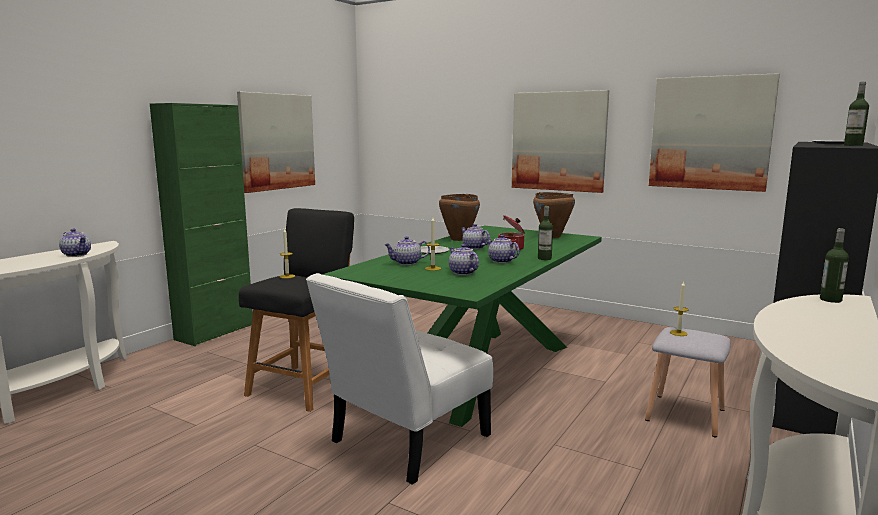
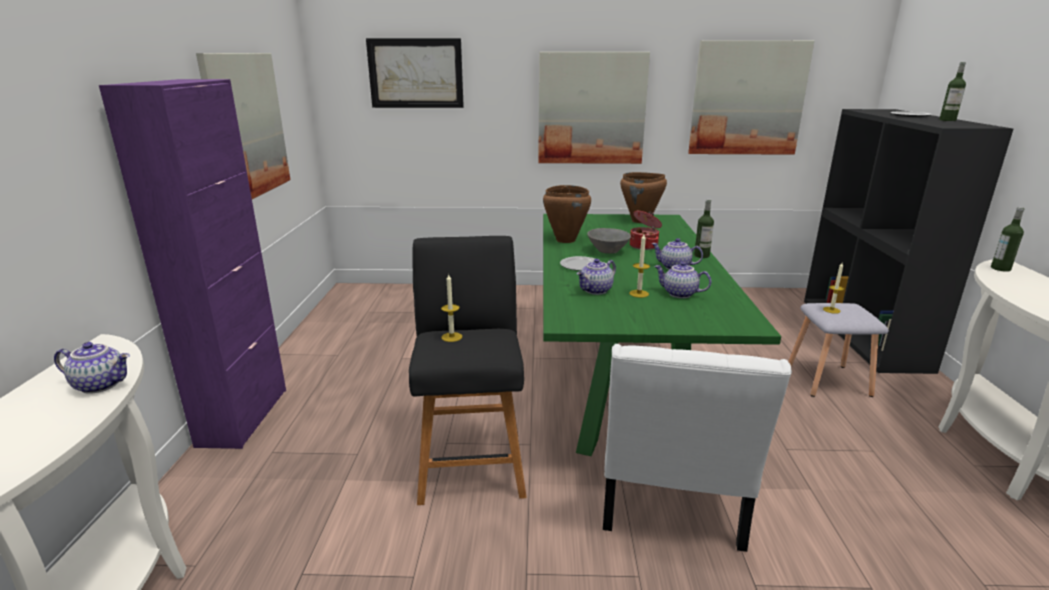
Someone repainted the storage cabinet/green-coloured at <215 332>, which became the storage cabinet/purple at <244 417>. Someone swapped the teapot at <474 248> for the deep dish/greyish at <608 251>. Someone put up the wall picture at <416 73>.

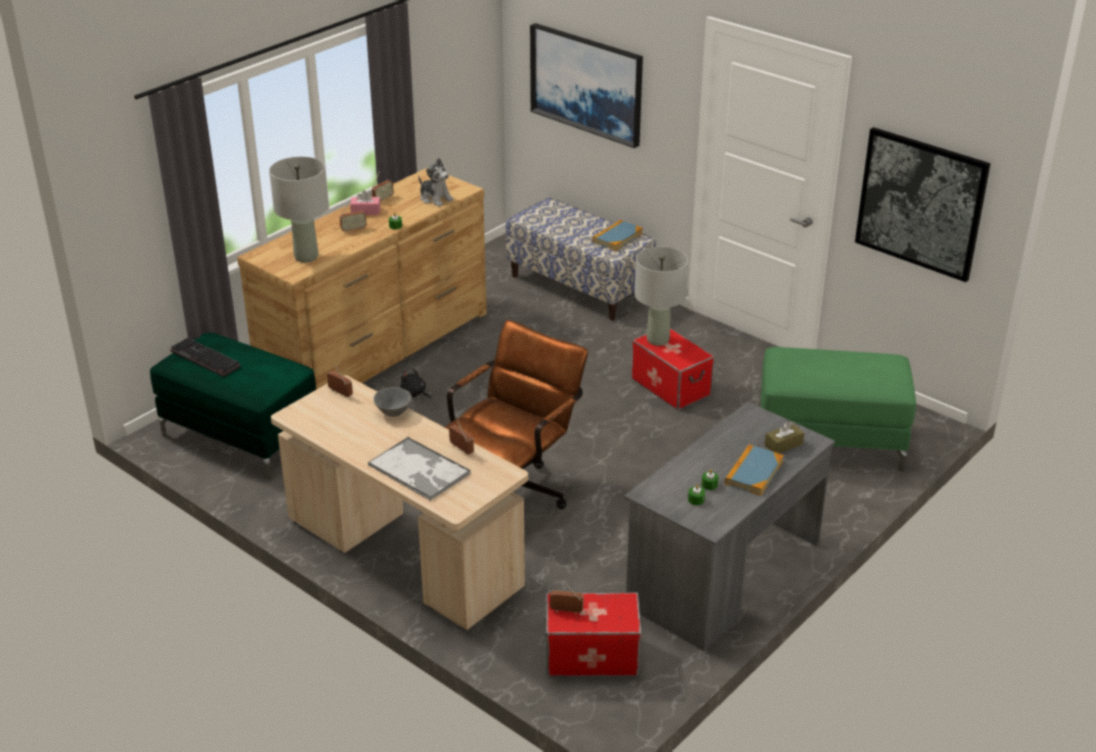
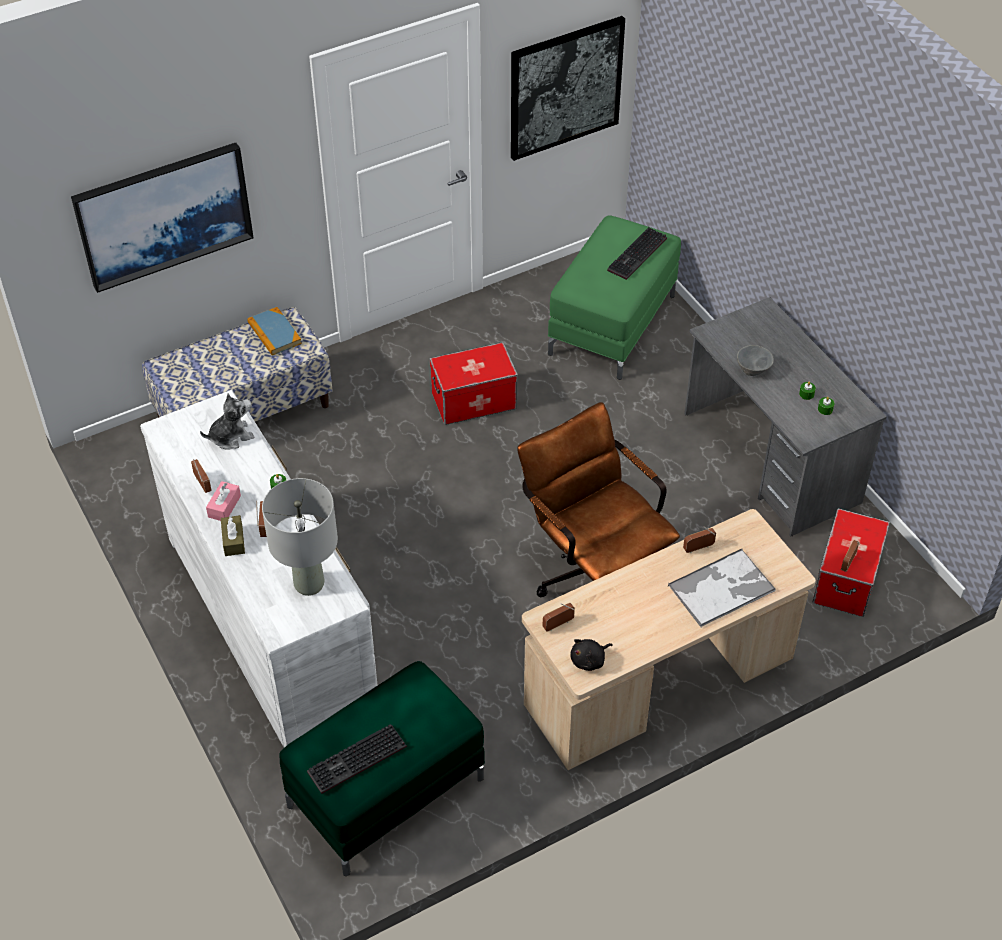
Someone repainted the drawer chest/brown at <377 349>, which became the drawer chest/white at <271 624>. Someone took away the tabletop lamp/greyish at <658 339>. Someone carried the cuddly toy/blackish from <414 394> to <589 660>. Someone carried the deep dish/greyish from <393 413> to <753 370>. Someone carried the box of tissues/brown from <783 445> to <233 540>. Someone took away the bound book at <753 472>. Someone put down the PC keyboard at <637 256>.

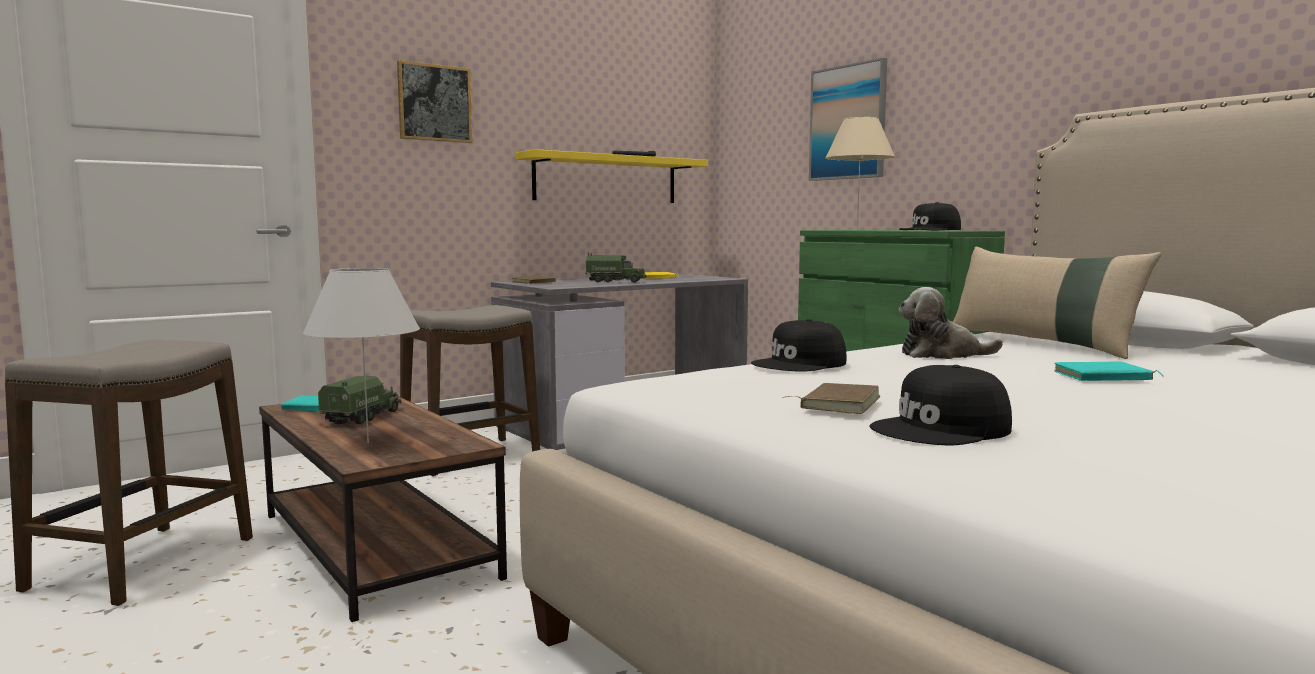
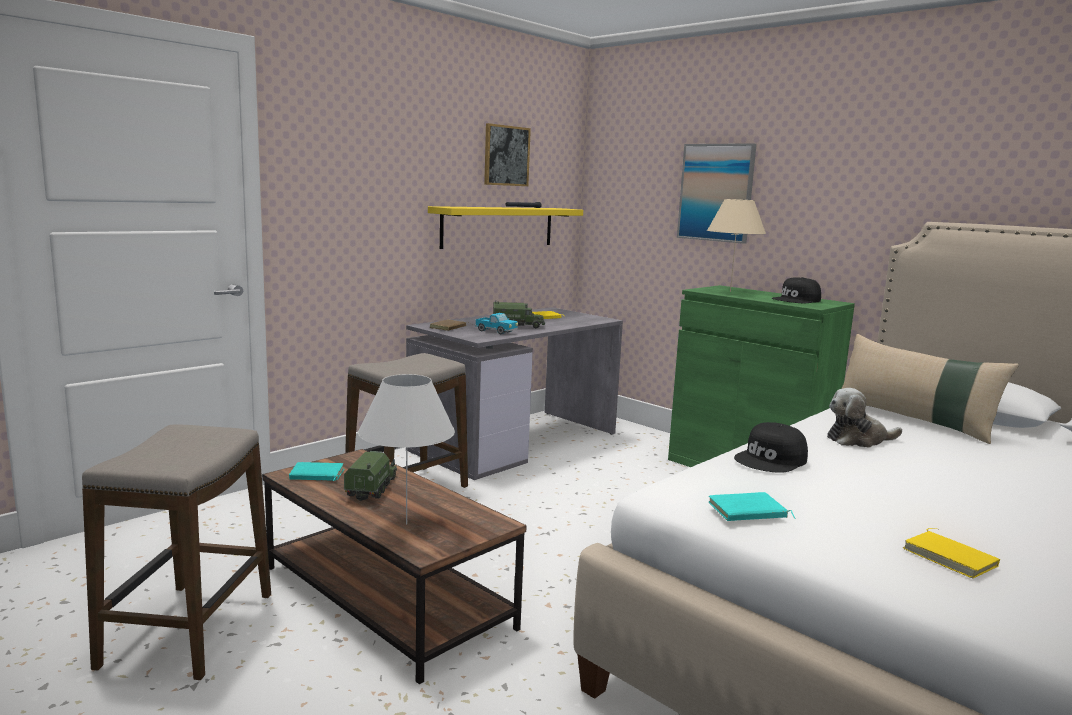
Someone carried the wall picture from <434 103> to <506 155>. Someone carried the bound book/turquoise-coloured from <1103 377> to <748 512>. Someone swapped the baseball cap/blackish at <942 429> for the bound book/yellow at <951 558>. Someone took away the bound book/brown at <837 403>. Someone put down the model truck at <496 331>.

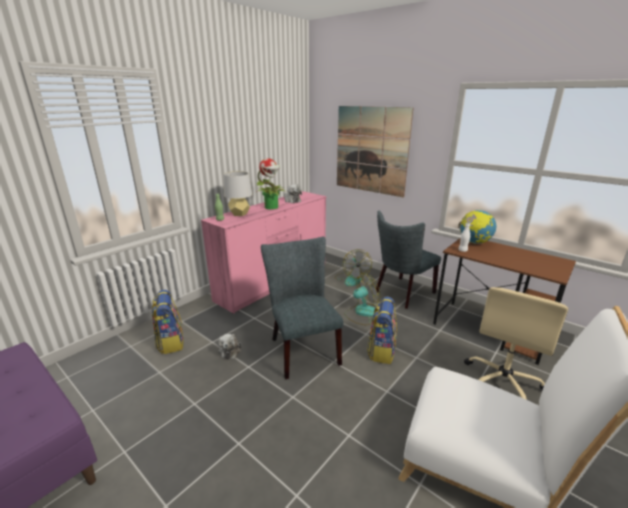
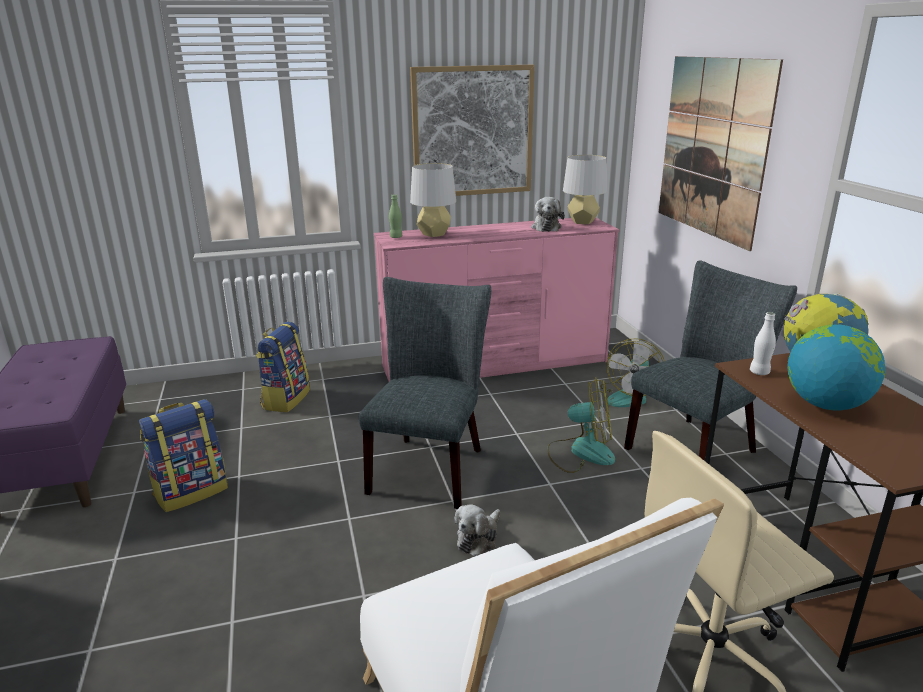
Someone took away the plant in a pot at <272 207>. Someone rotated the upright chair/greyish at <401 294> by 150 degrees clockwise. Someone carried the rucksack from <381 351> to <191 491>. Someone carried the cuddly toy from <230 350> to <478 538>. Someone put up the wall picture at <472 131>. Someone put down the tabletop lamp/greyish at <582 222>. Someone put down the globe at <826 404>.

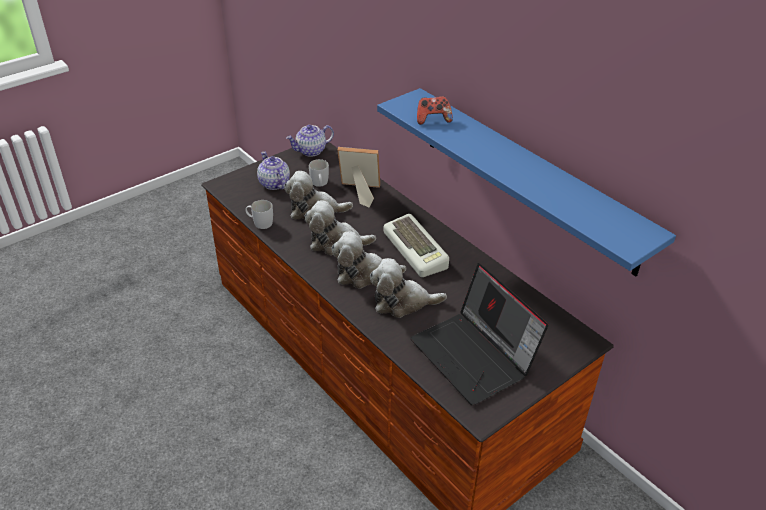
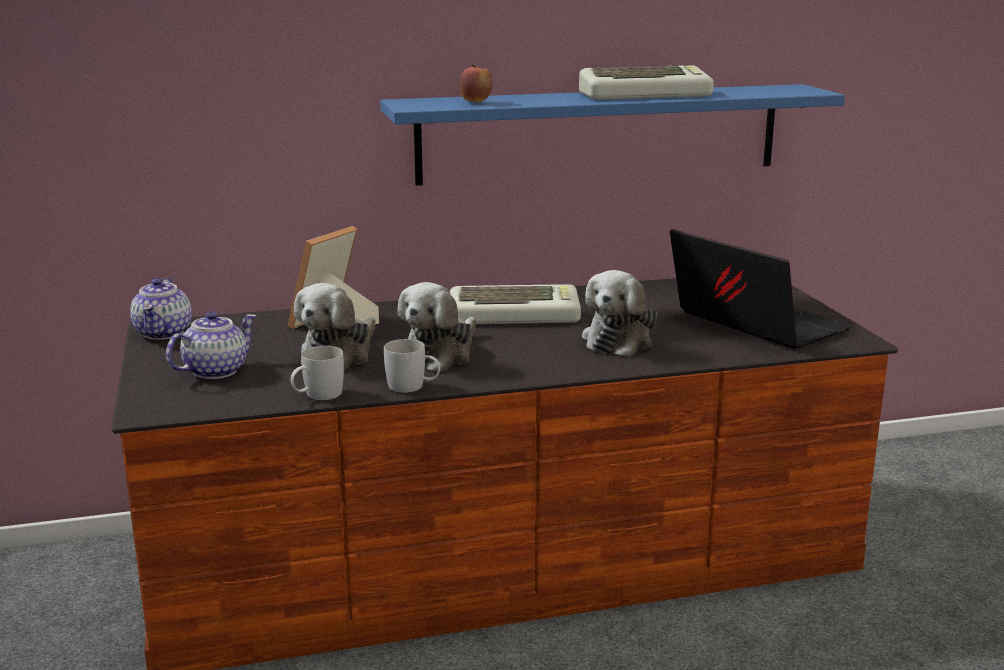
Someone swapped the gamepad at <433 119> for the apple fruit at <476 102>. Someone rotated the teapot at <273 183> by 135 degrees clockwise. Someone carried the mug/white from <319 184> to <413 387>. Someone took away the cuddly toy at <364 274>. Someone rotated the portable computer at <475 356> by 120 degrees counterclockwise. Someone put down the PC keyboard at <645 94>.

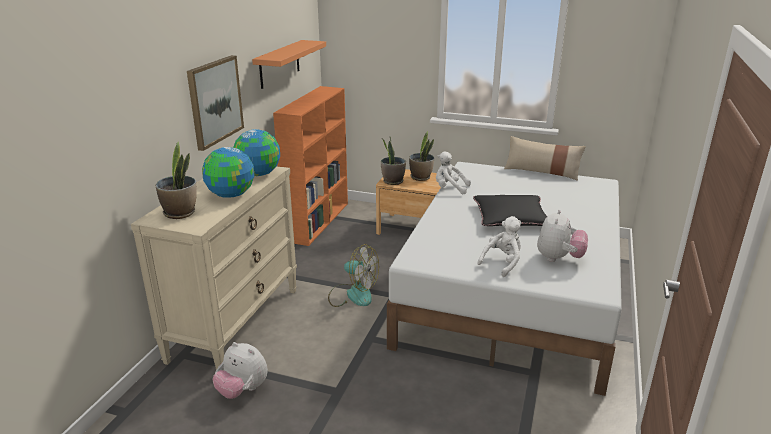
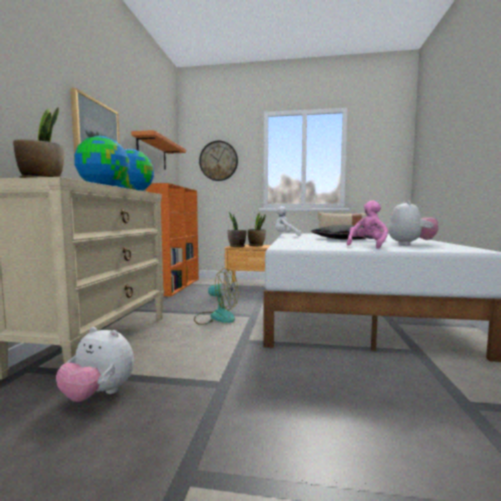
Someone repainted the cuddly toy/white at <502 263>, which became the cuddly toy/pinkish at <367 246>. Someone put up the clock on the wall at <218 161>.

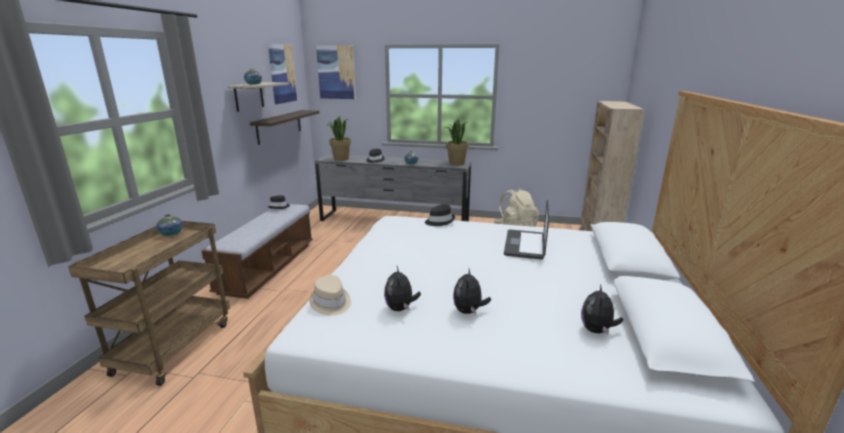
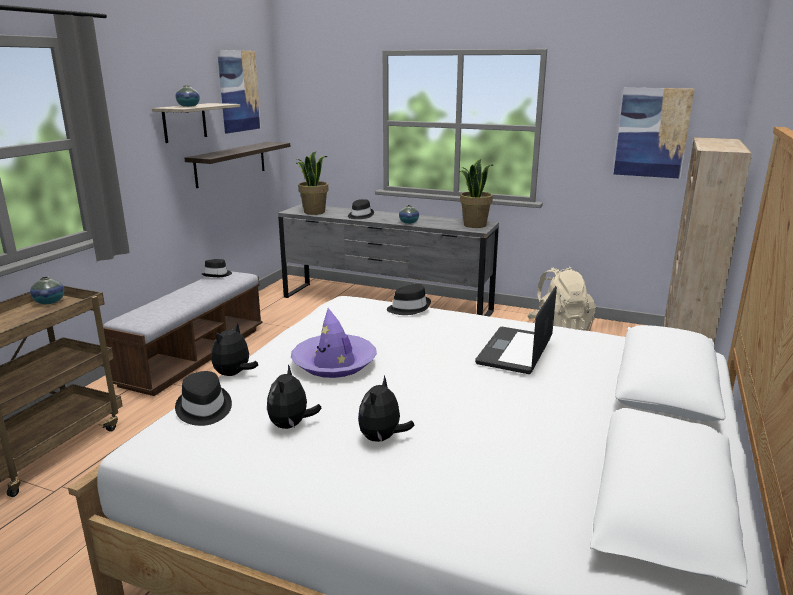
Someone carried the wall picture from <336 72> to <652 132>. Someone repainted the hat/sand-coloured at <330 303>, which became the hat/blackish at <203 409>. Someone carried the cuddly toy from <597 330> to <234 374>. Someone put down the hat/purple at <334 363>.

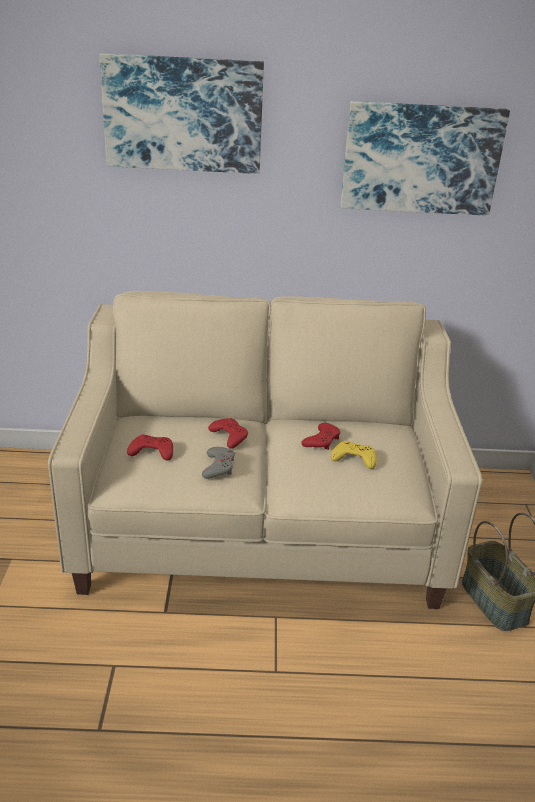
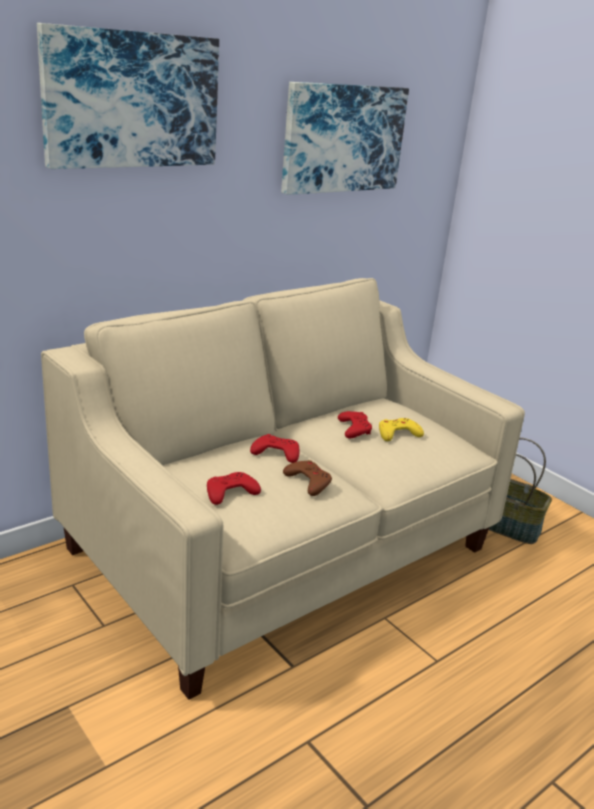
Someone repainted the gamepad/greyish at <218 466>, which became the gamepad/brown at <308 481>.

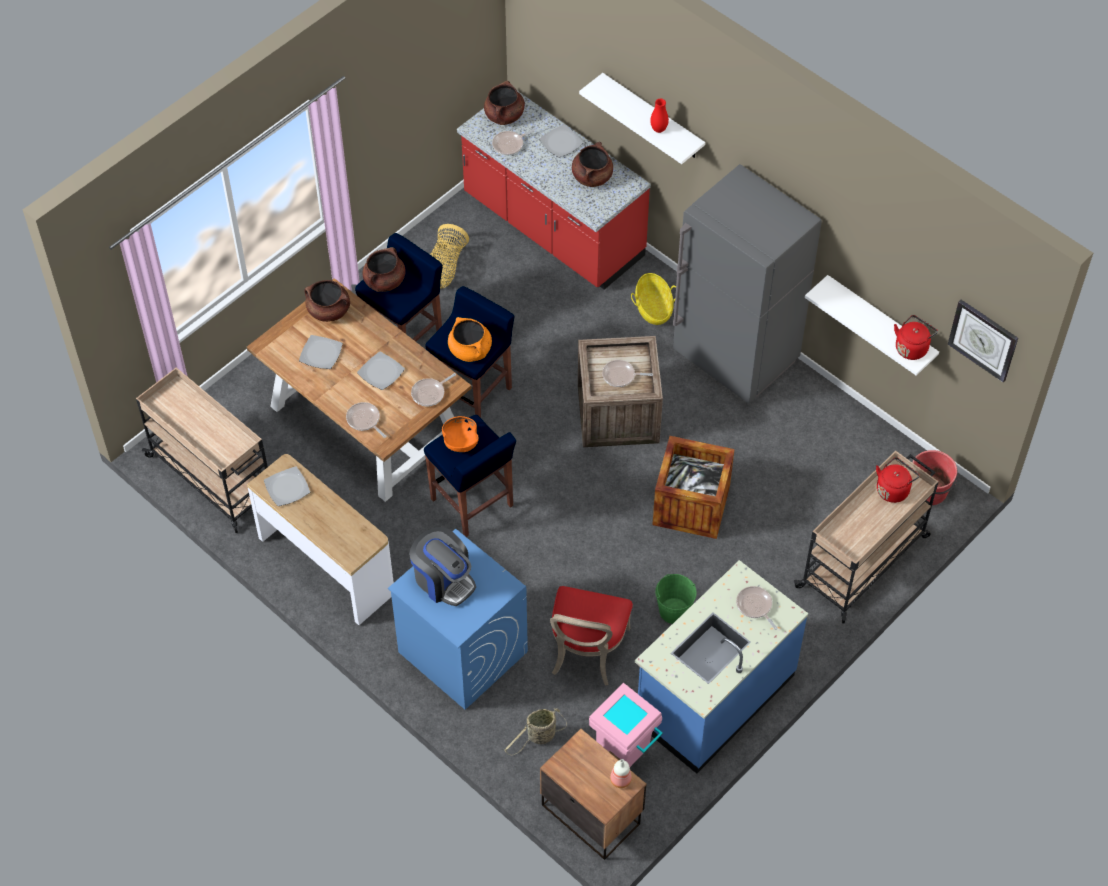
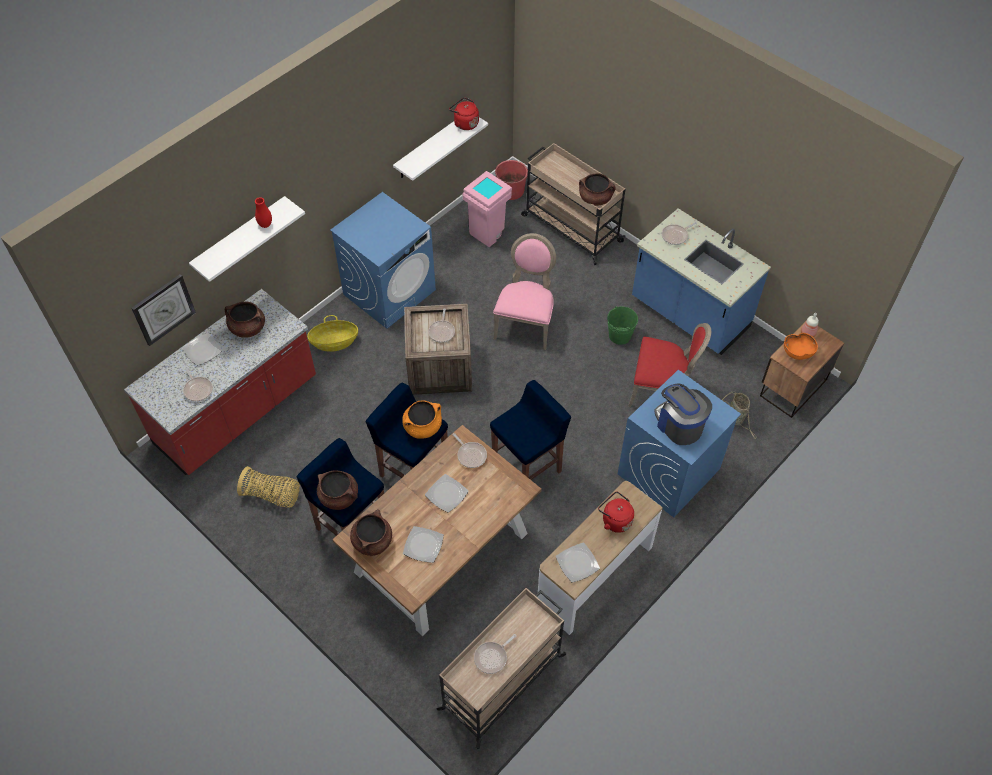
Someone carried the stockpot/brown from <504 116> to <595 198>. Someone swapped the fridge/greyish at <735 359> for the laundry machine/blue at <389 292>. Someone carried the clock on the wall from <983 339> to <163 309>. Someone carried the skillet from <364 420> to <492 657>. Someone carried the deep dish/orange-coloured from <460 442> to <797 352>. Someone swapped the packing crate at <691 505> for the upright chair/pinkish at <526 323>. Someone carried the tea kettle/red-coloured from <893 489> to <615 520>. Someone rotated the coffee machine at <443 580> by 75 degrees counterclockwise. Someone carried the waste bin/pinkish from <625 760> to <488 233>.

